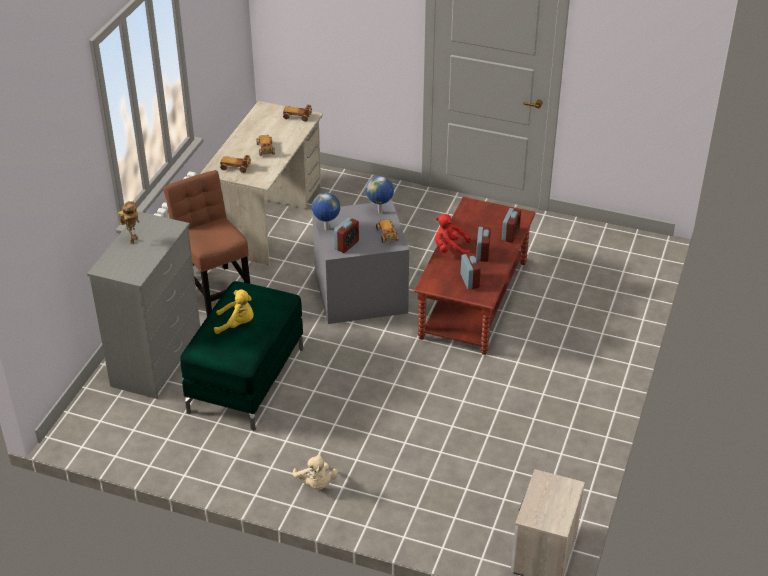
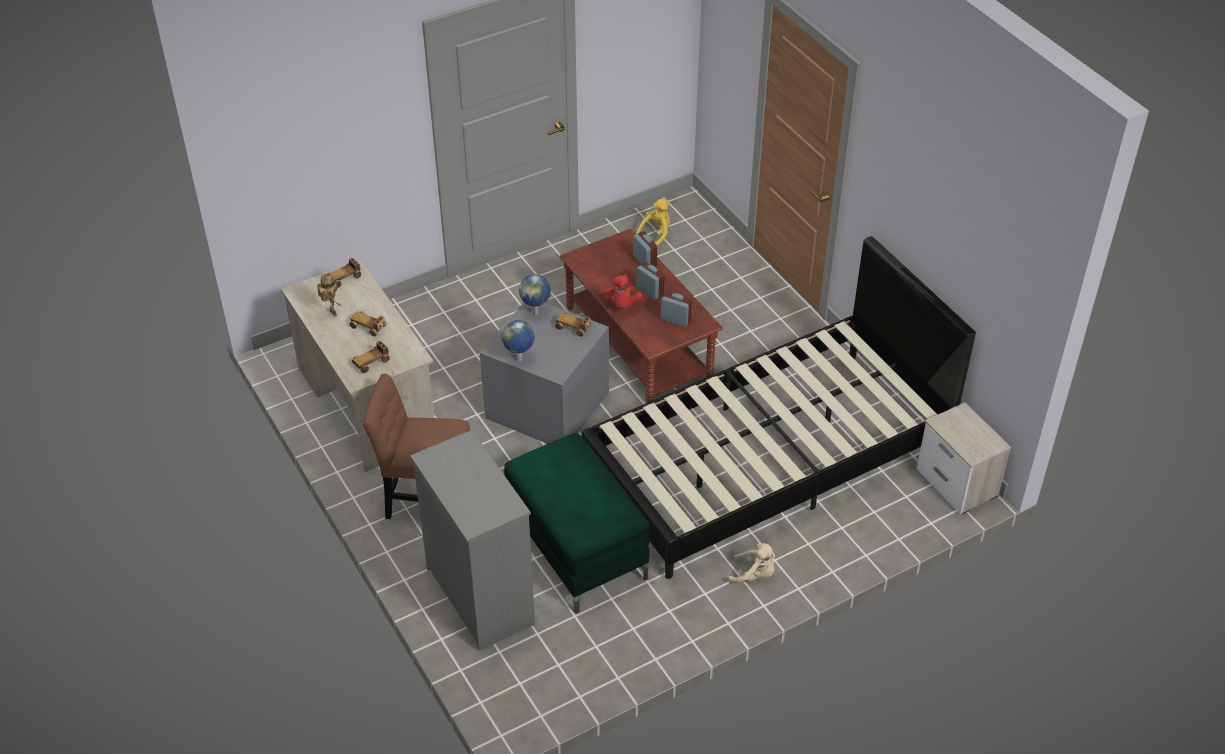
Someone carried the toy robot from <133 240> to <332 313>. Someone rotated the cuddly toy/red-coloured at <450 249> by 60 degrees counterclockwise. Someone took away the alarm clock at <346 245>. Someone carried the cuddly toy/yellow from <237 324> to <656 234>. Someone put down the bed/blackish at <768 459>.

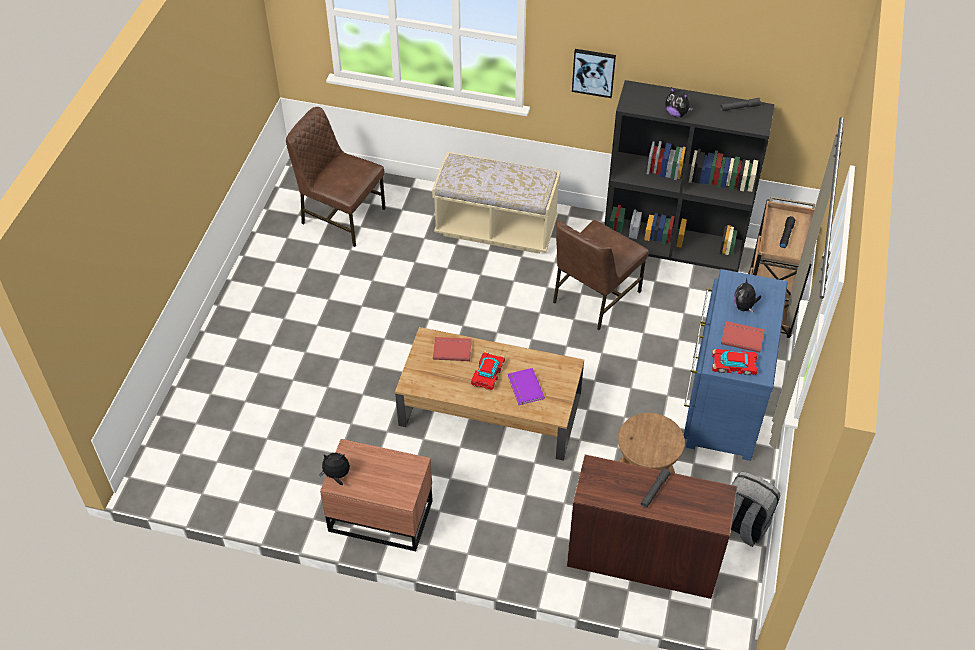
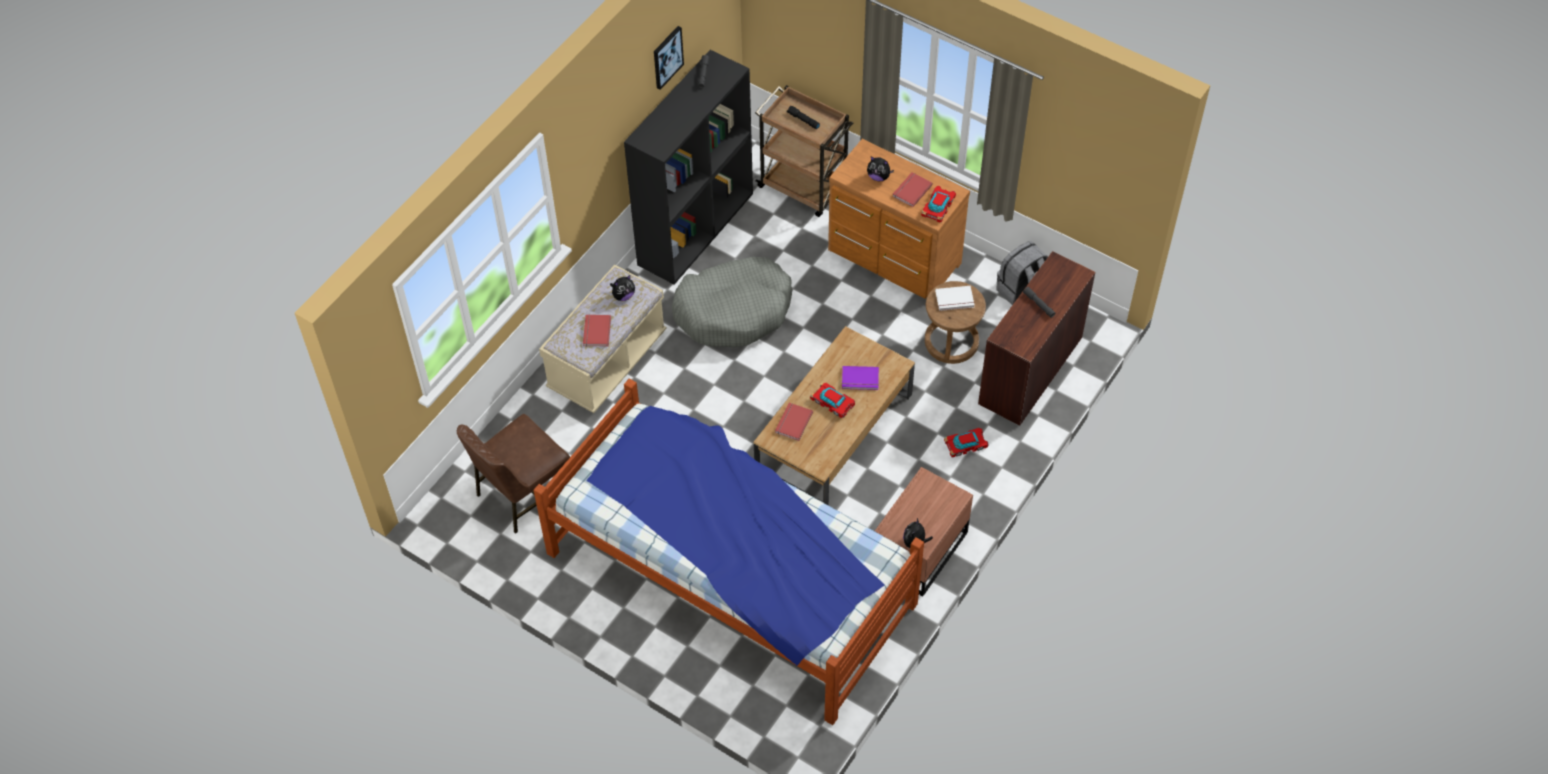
Someone carried the wall picture from <593 72> to <667 57>. Someone carried the cuddly toy from <676 113> to <623 296>. Someone swapped the upright chair/brown at <594 297> for the dog cushion/greyish at <734 311>. Someone repainted the drawer chest/blue at <722 401>, which became the drawer chest/brown at <893 259>. Someone put down the bound book/white at <955 300>. Someone put down the bound book/red-coloured at <595 331>. Someone put down the bed at <731 577>. Someone put down the toy car at <966 445>.

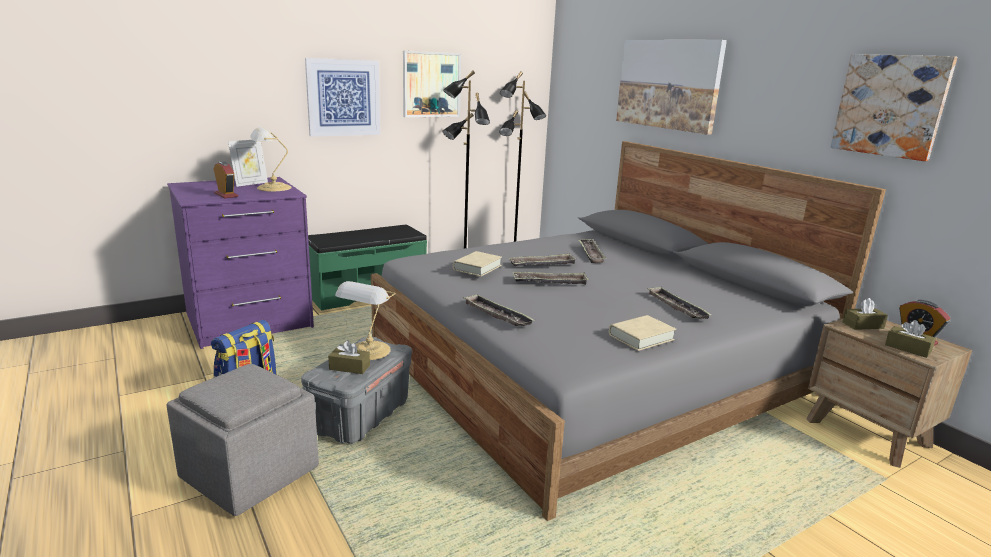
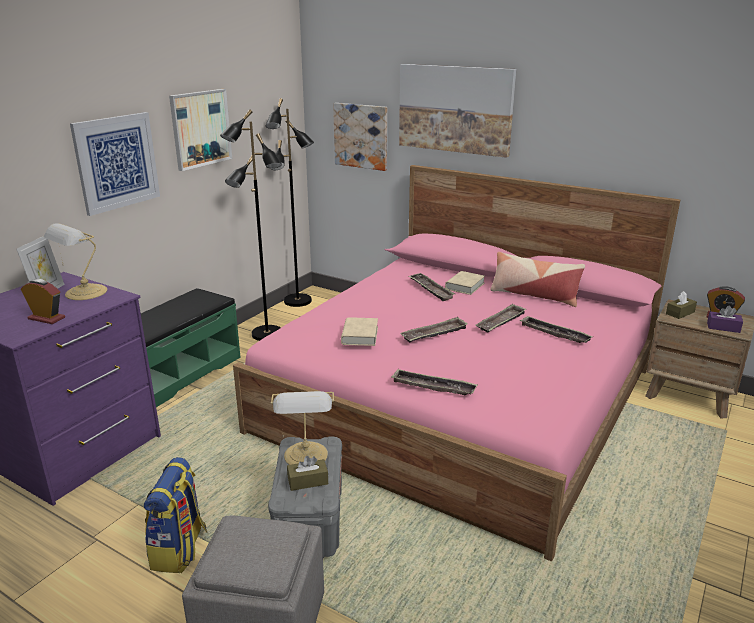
Someone carried the wall picture from <890 106> to <361 136>. Someone repainted the bed/greyish at <590 367>, which became the bed/pinkish at <460 399>. Someone carried the tray from <542 264> to <501 322>. Someone carried the bound book/sand-coloured from <641 337> to <465 286>. Someone repainted the box of tissues/brown at <907 348>, which became the box of tissues/purple at <723 327>. Someone put down the cushion at <534 295>.

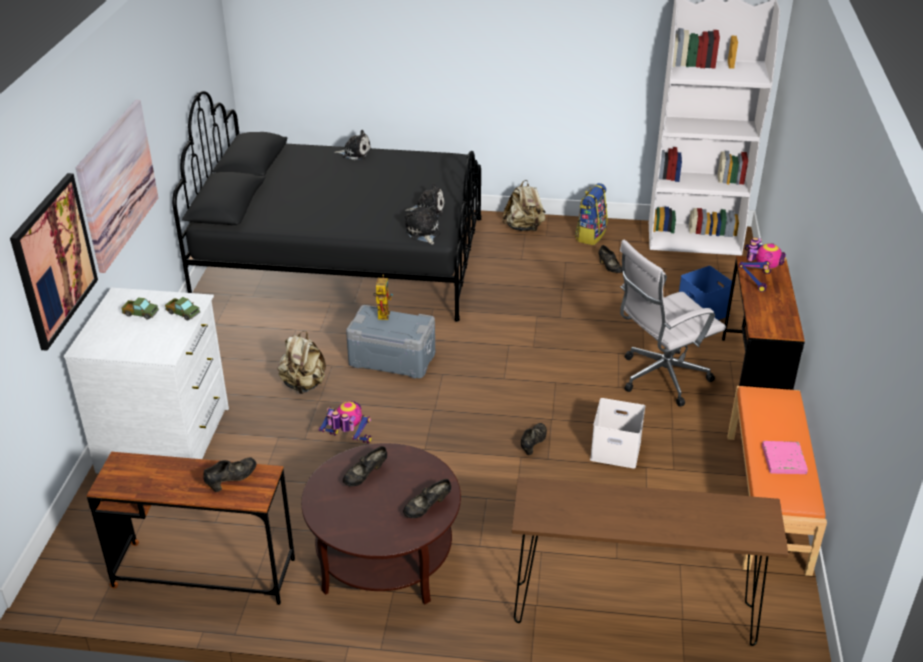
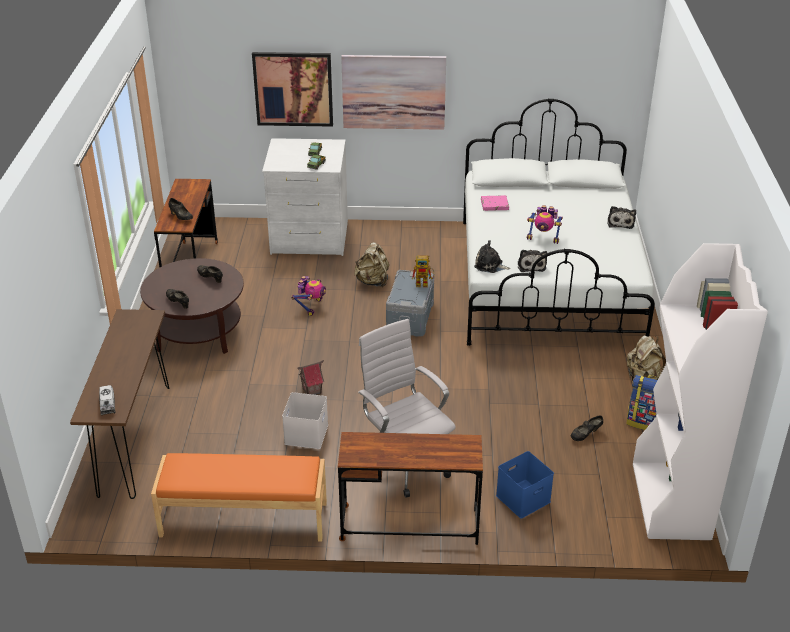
Someone repainted the bed/blackish at <343 259>, which became the bed/white at <548 281>. Someone rotated the cuddly toy at <423 233> by 135 degrees counterclockwise. Someone carried the toy robot from <758 280> to <543 238>. Someone swapped the shoe/blackish at <533 444> for the miniature house at <312 391>. Someone carried the bound book/pinkish from <783 460> to <494 205>. Someone put down the model truck at <107 405>.

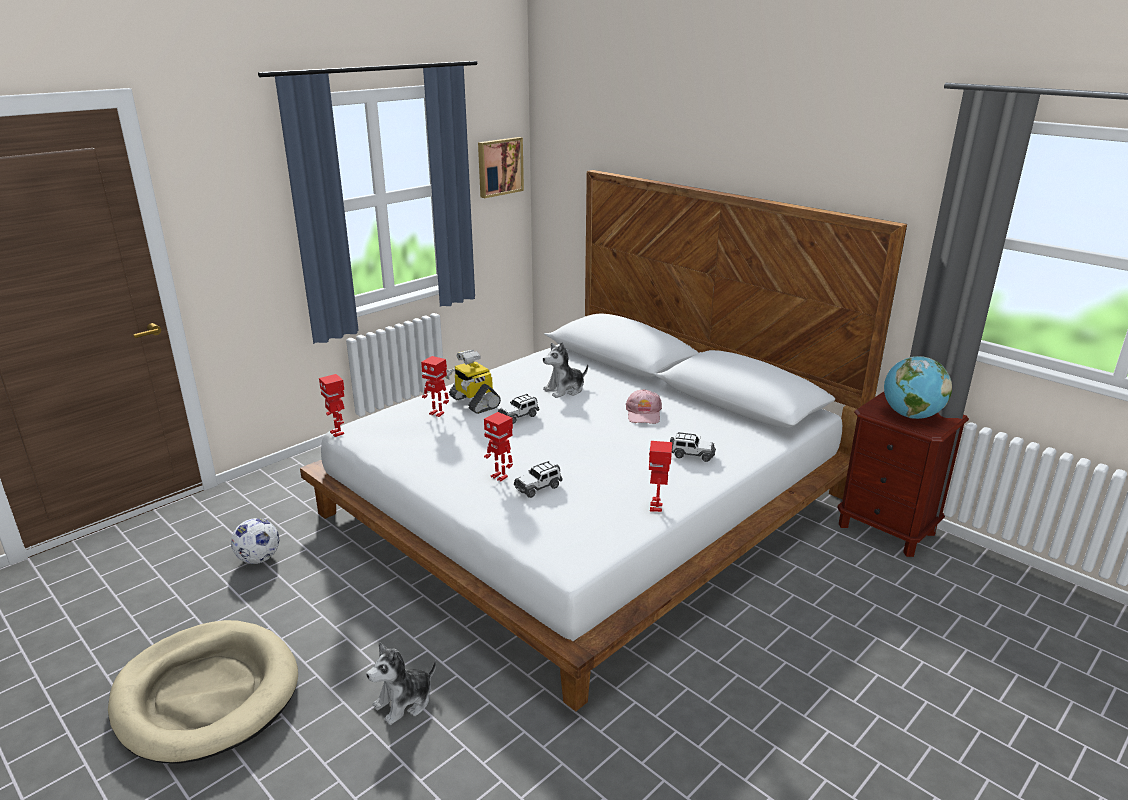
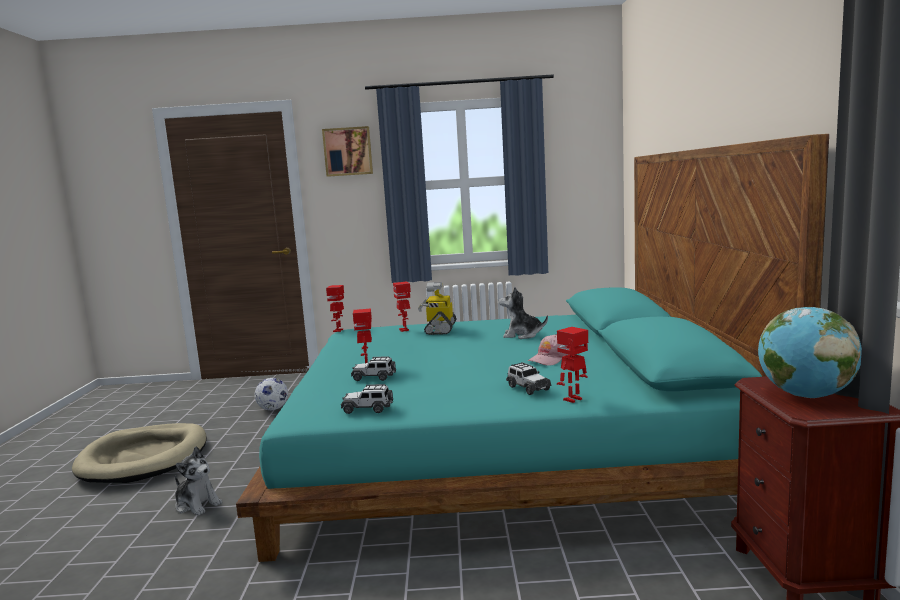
Someone carried the wall picture from <499 167> to <348 151>. Someone repainted the bed/white at <586 505>, which became the bed/turquoise-coloured at <502 445>. Someone carried the toy car from <519 416> to <368 409>. Someone carried the toy robot from <657 507> to <573 400>. Someone rotated the cuddly toy at <404 702> by 150 degrees counterclockwise.

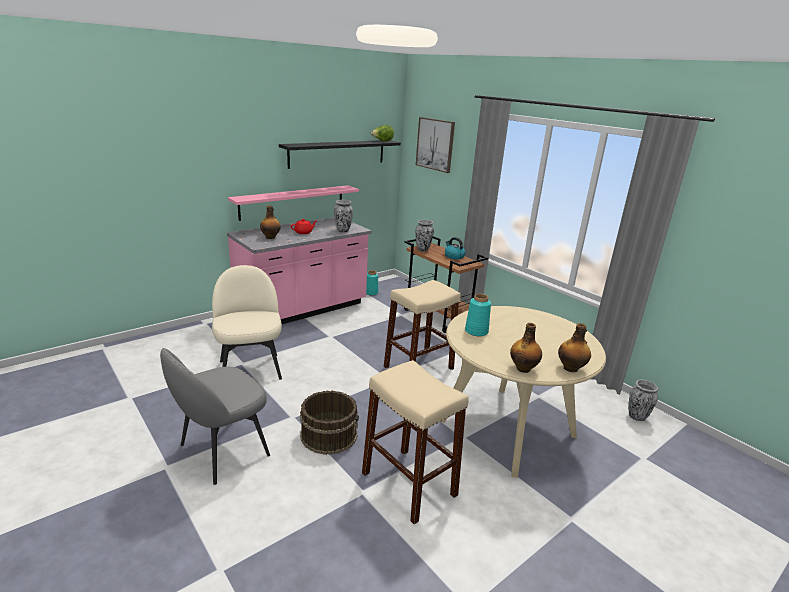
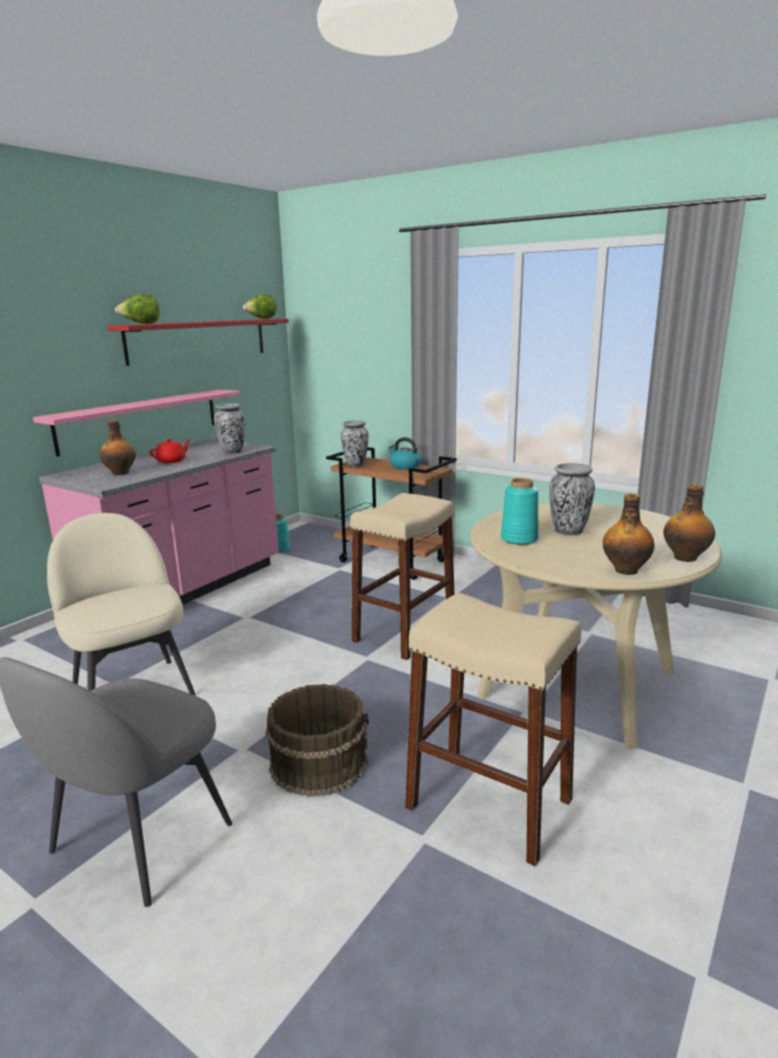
Someone took away the wall picture at <435 144>. Someone repainted the bracket shelf/blackish at <338 153>, which became the bracket shelf/red-coloured at <199 340>. Someone carried the vase from <637 417> to <568 531>. Someone put down the lettuce head at <141 324>.

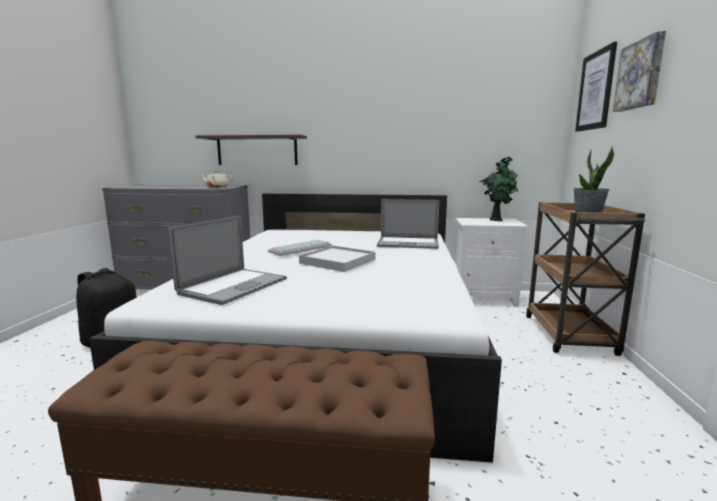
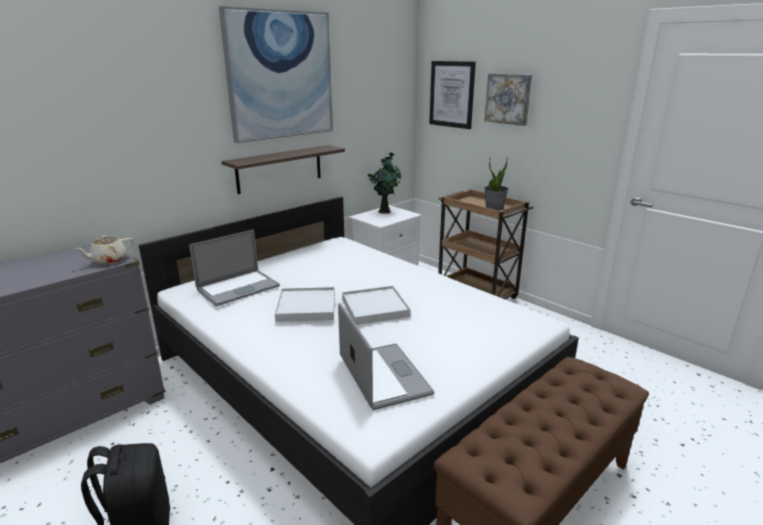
Someone carried the bracket shelf from <257 150> to <279 169>. Someone carried the portable computer from <408 243> to <238 288>. Someone swapped the PC keyboard at <301 249> for the tray/white at <306 307>. Someone put up the wall picture at <281 75>.

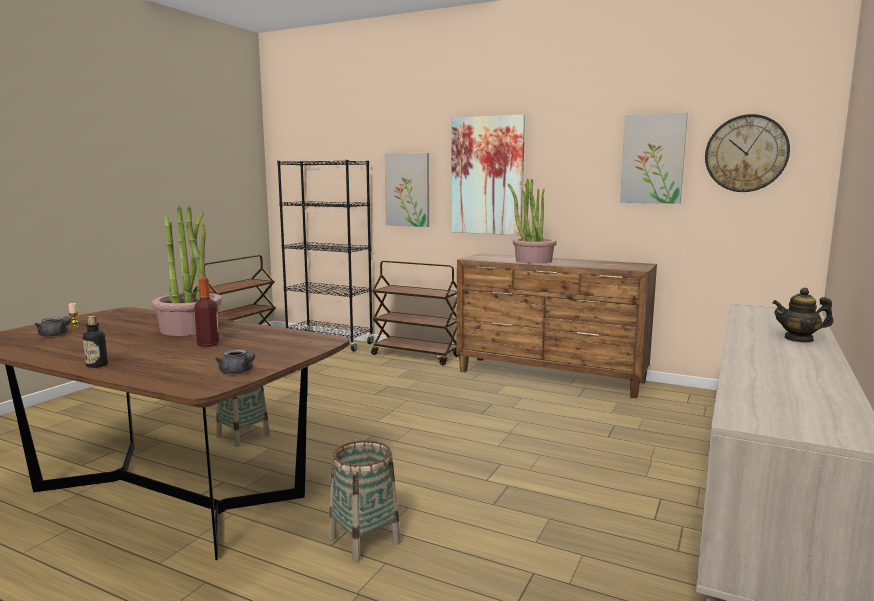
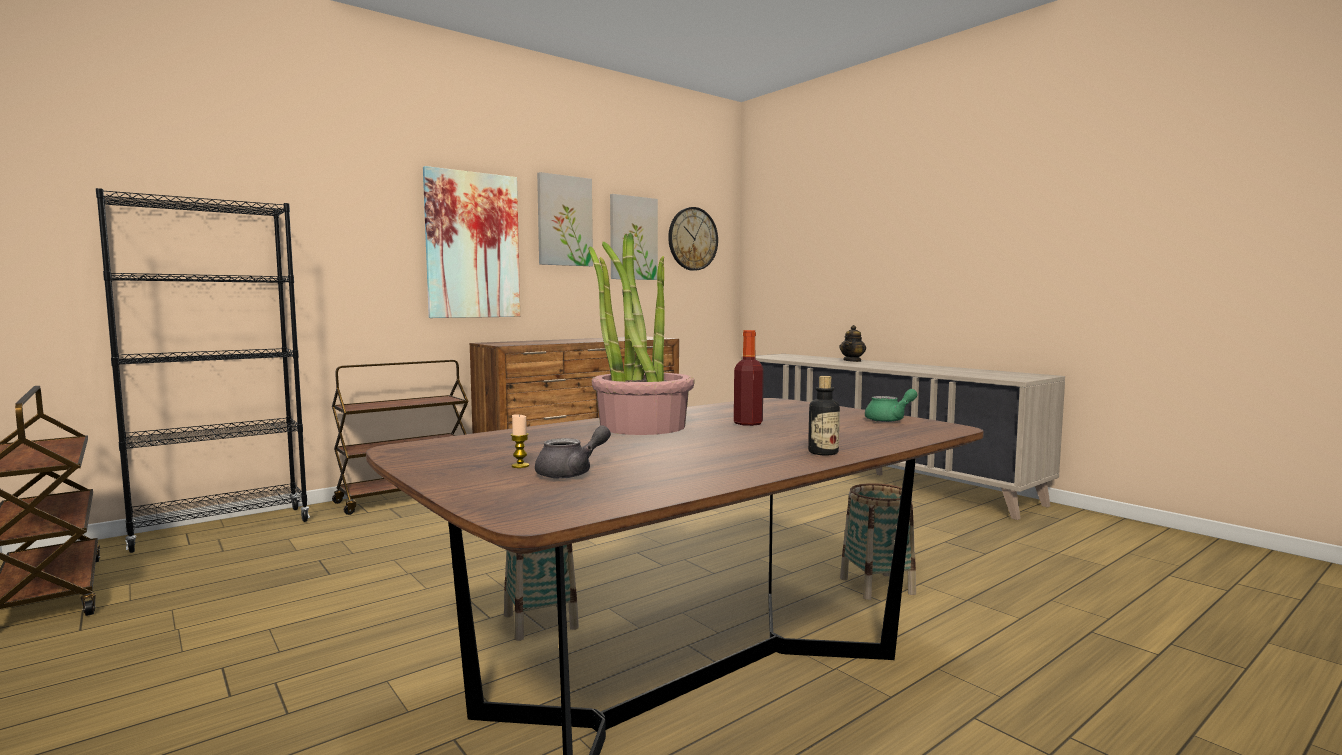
Someone carried the wall picture from <407 190> to <564 221>. Someone took away the plant in a pot at <533 261>. Someone repainted the teapot/greyish at <238 372>, which became the teapot/green-coloured at <890 420>.

